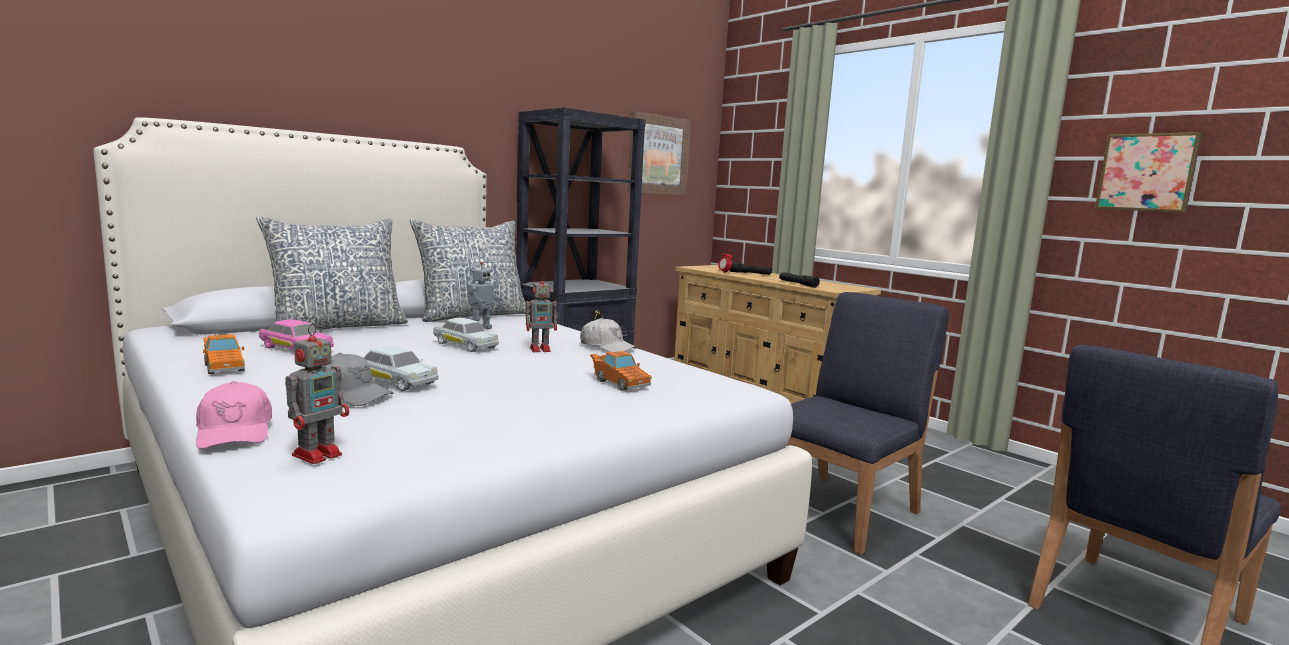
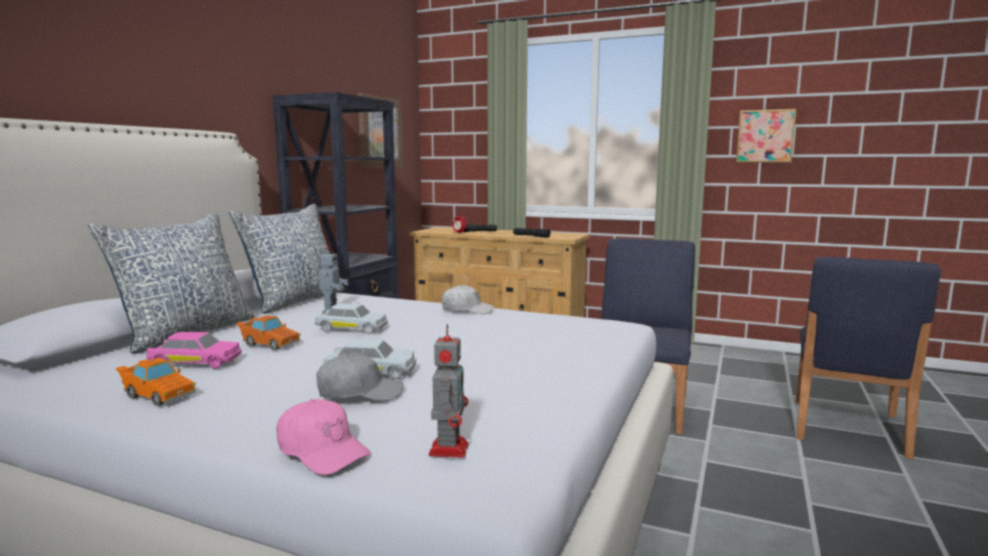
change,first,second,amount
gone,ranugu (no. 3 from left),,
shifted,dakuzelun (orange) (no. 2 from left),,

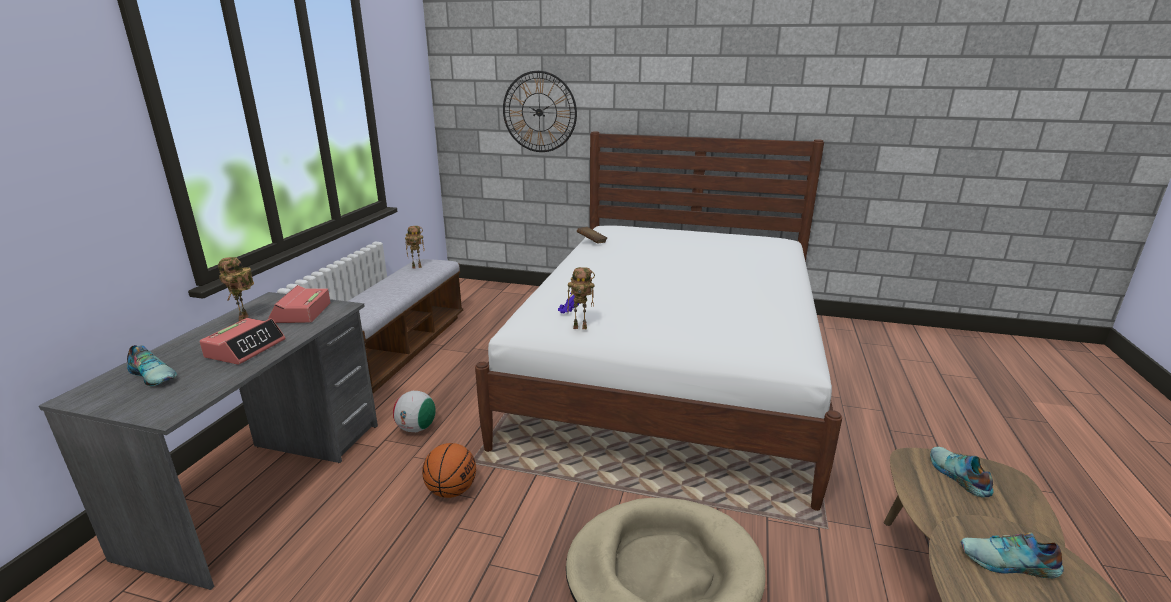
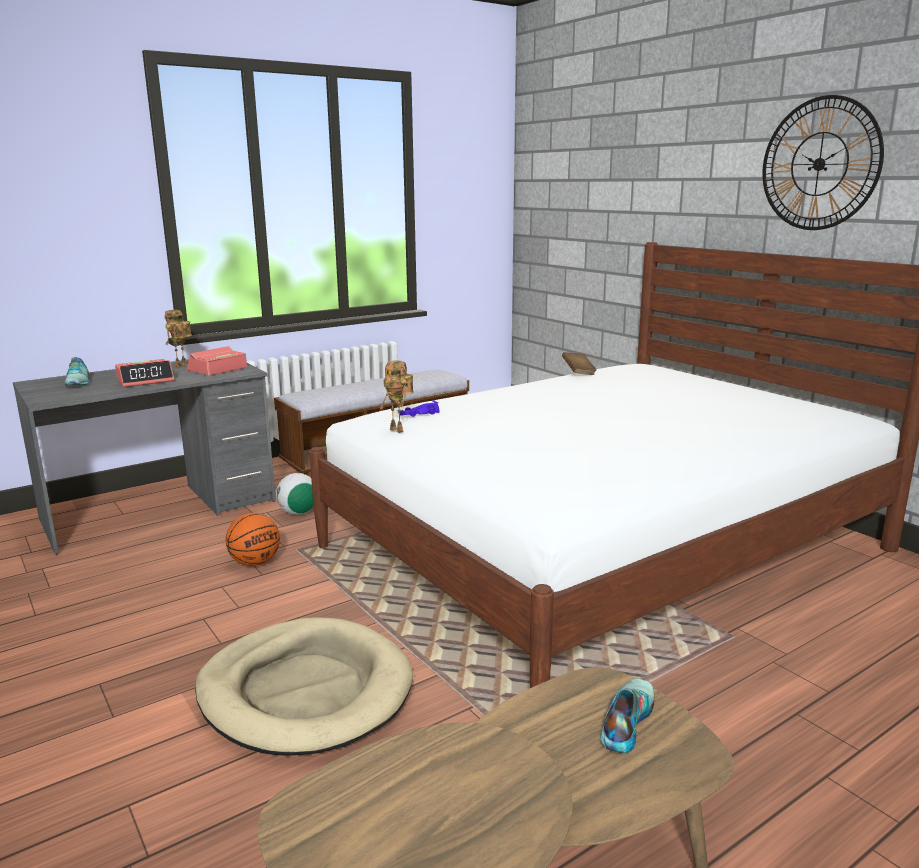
change,first,second,amount
gone,ranugu (no. 2 from left),,
gone,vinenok (no. 3 from left),,
shifted,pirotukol,,

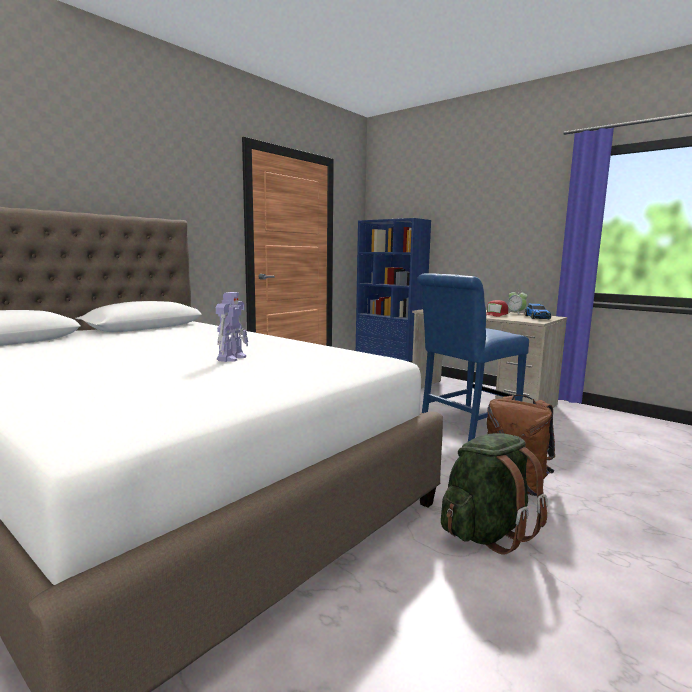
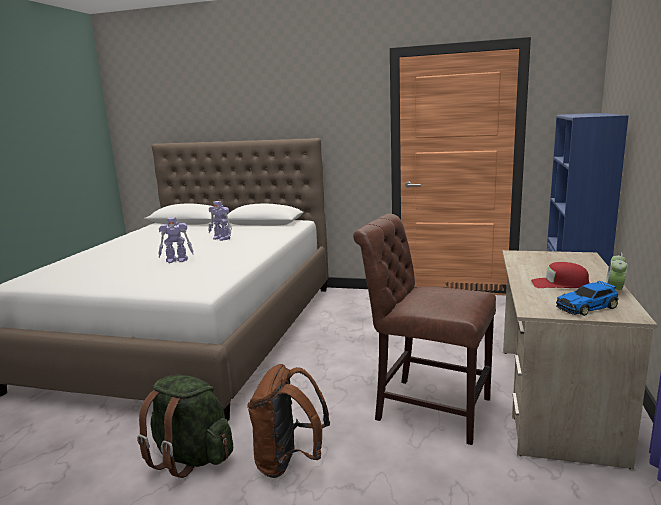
change,first,second,amount
new,,ranugu (no. 2 from left),
repainted,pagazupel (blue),pagazupel (brown),

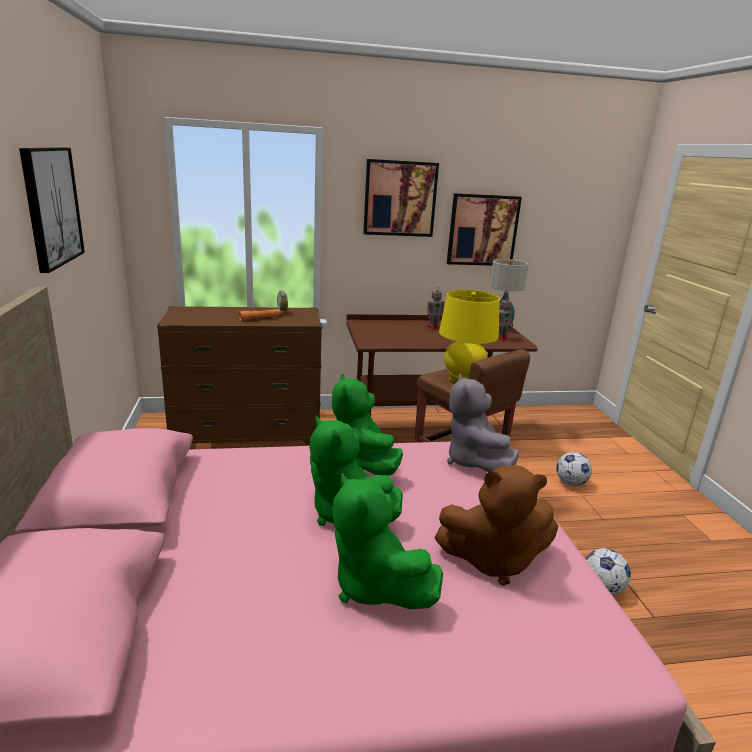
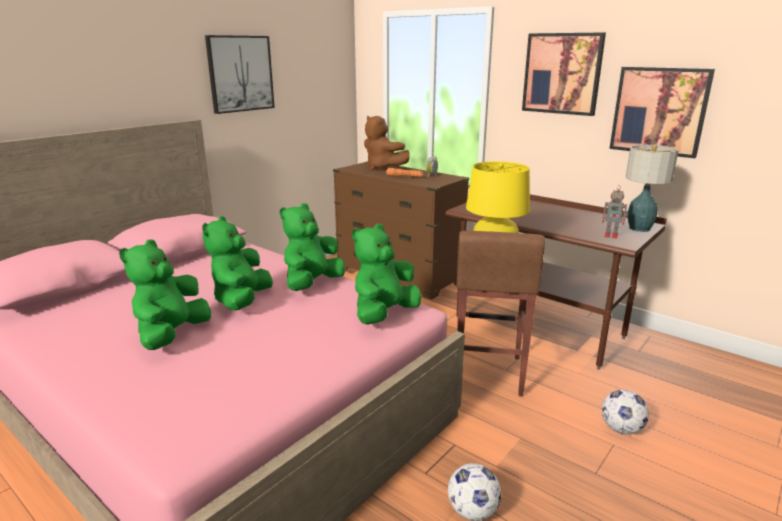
change,first,second,amount
gone,ranugu (no. 1 from left),,
shifted,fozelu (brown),,
repainted,fozelu (grey),fozelu (green) (no. 4 from left),

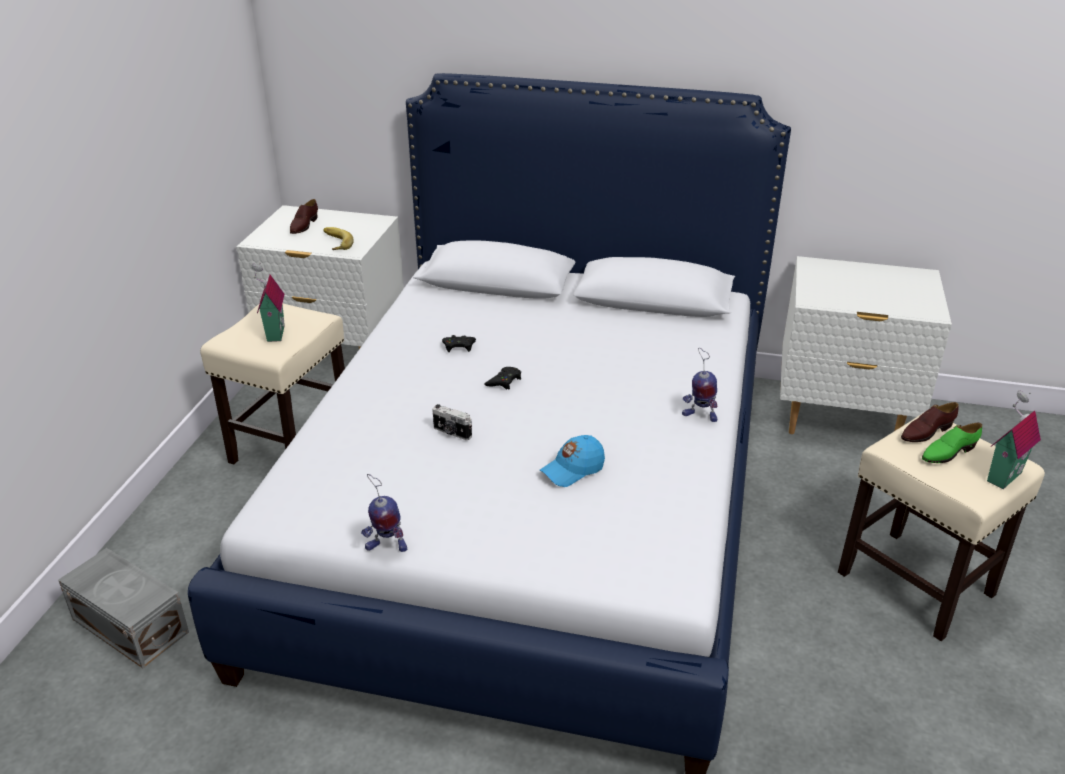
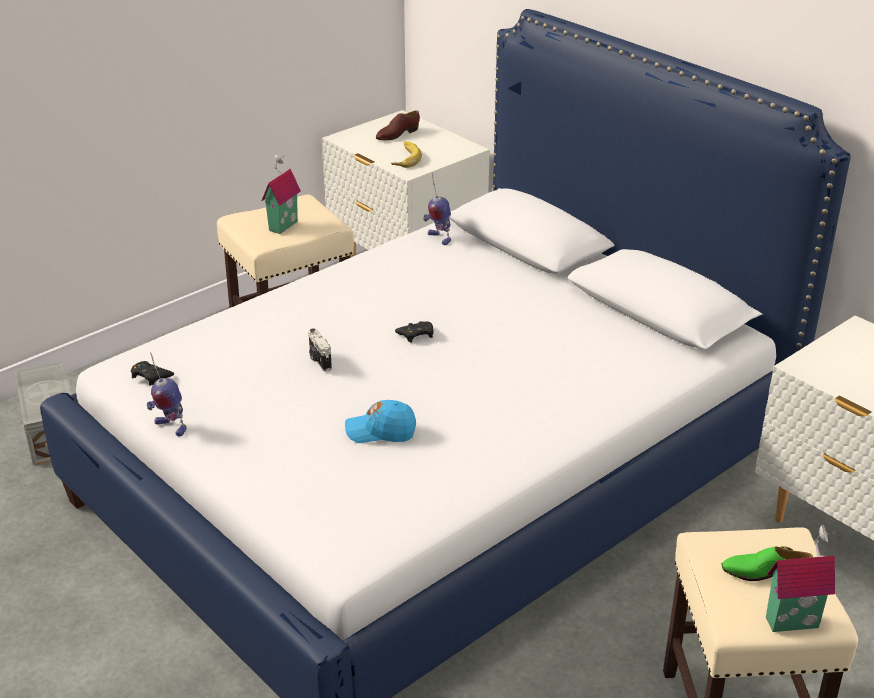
change,first,second,amount
gone,vinenok (brown) (no. 2 from left),,
shifted,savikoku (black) (no. 1 from left),,
shifted,ranugu (no. 2 from left),,

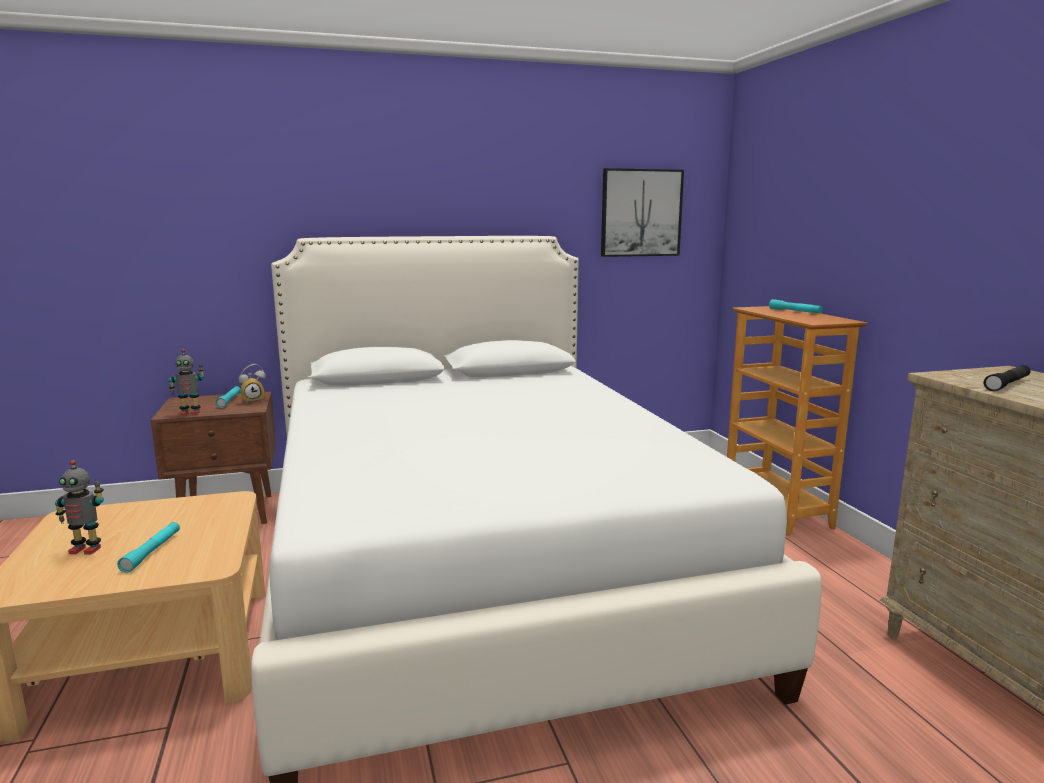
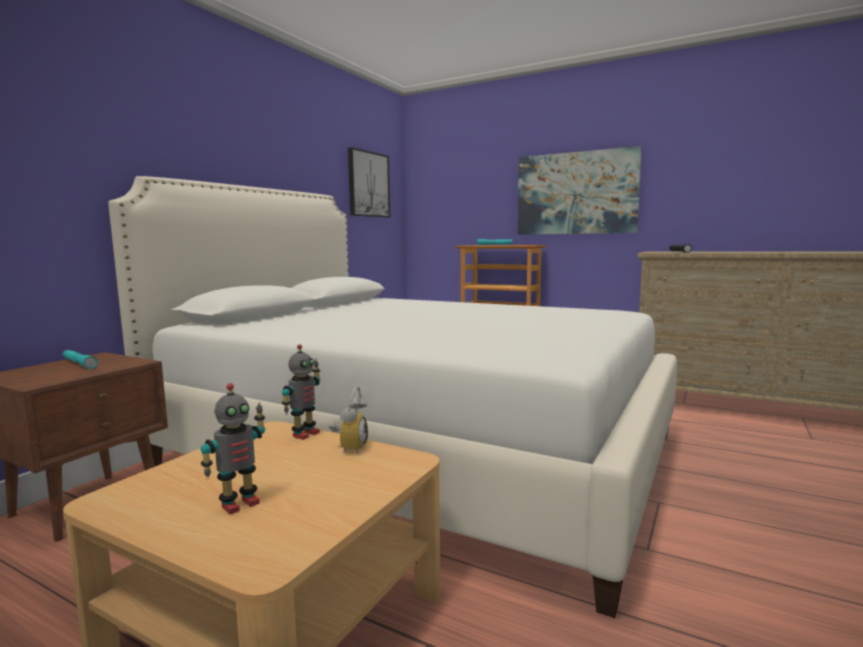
change,first,second,amount
gone,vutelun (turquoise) (no. 1 from left),,
new,,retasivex (no. 2 from left),
shifted,ranugu (no. 2 from left),,
shifted,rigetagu,,

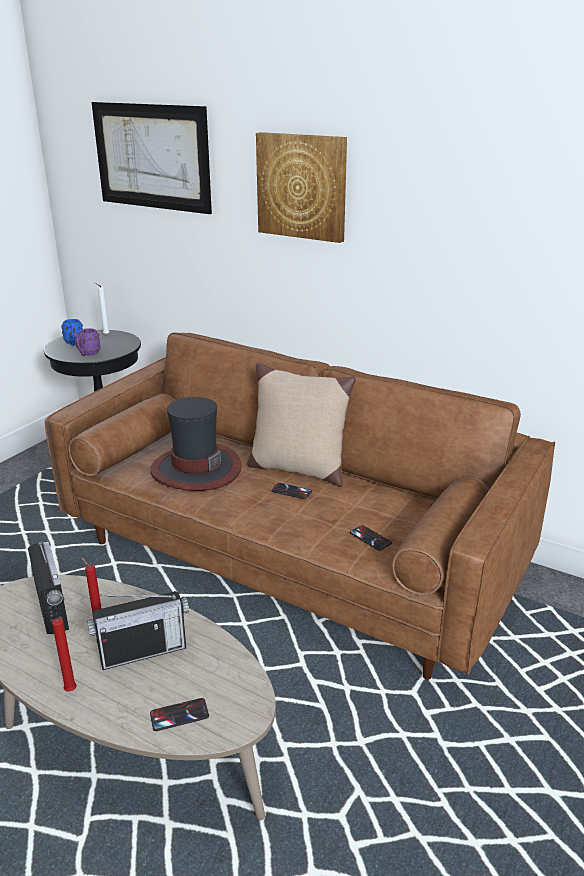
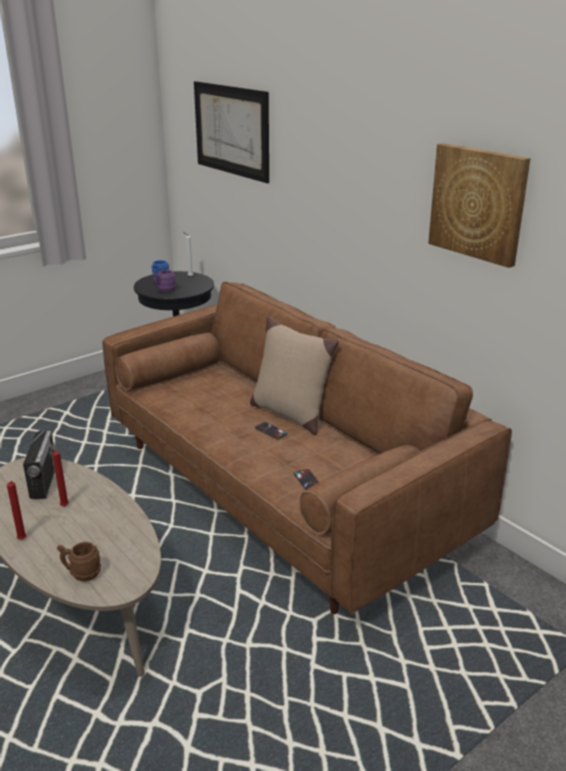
change,first,second,amount
gone,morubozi (no. 2 from left),,
gone,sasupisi,,
shifted,retasivex (no. 2 from left),,
swapped,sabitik (no. 1 from left),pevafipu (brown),

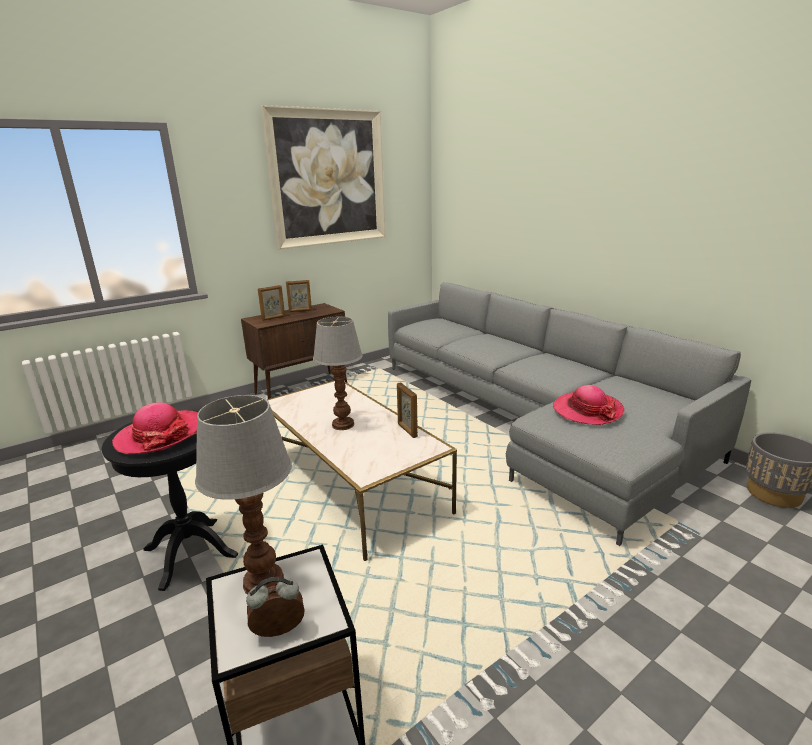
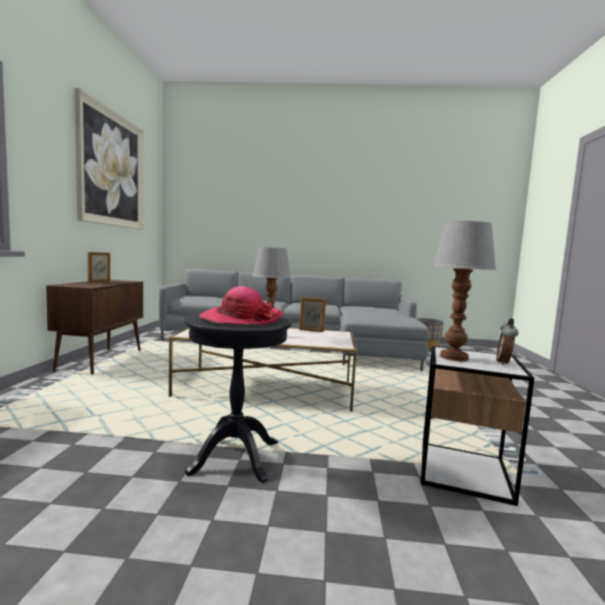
change,first,second,amount
gone,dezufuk (no. 1 from left),,
gone,sasupisi (no. 2 from left),,

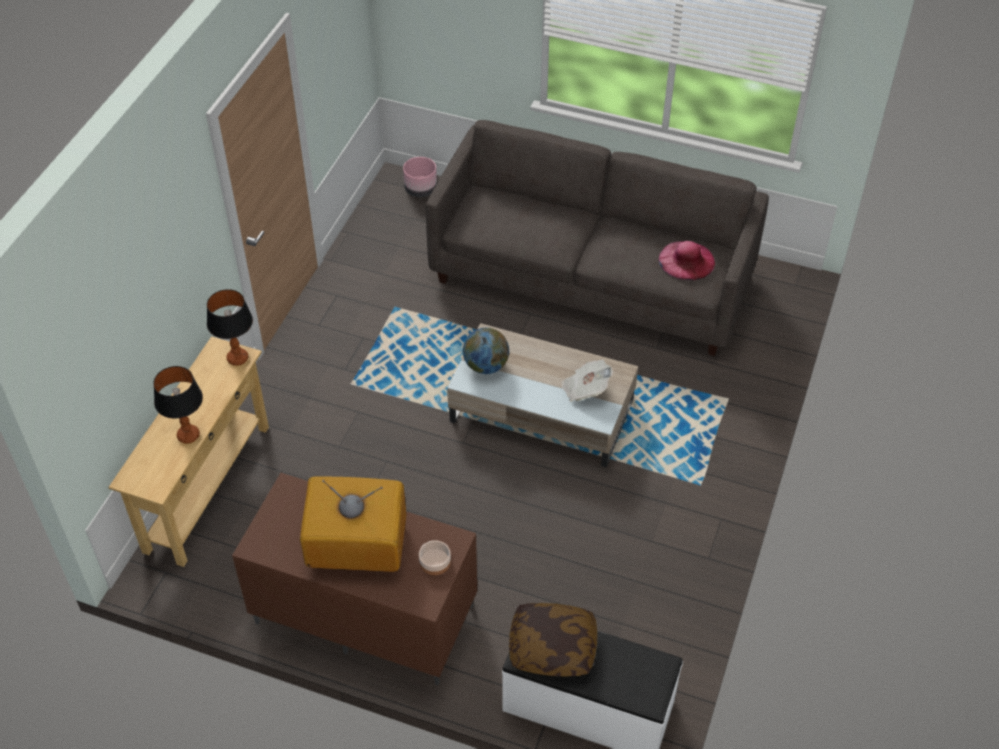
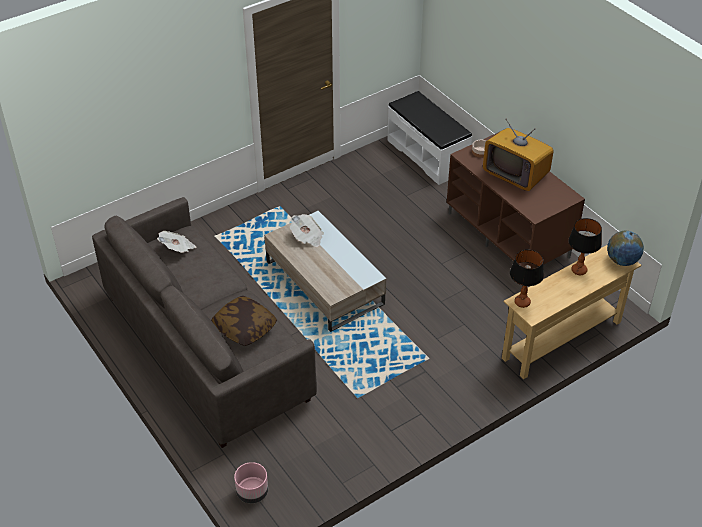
change,first,second,amount
shifted,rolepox,,
shifted,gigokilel,,
swapped,sasupisi (pink),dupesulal (no. 1 from left),

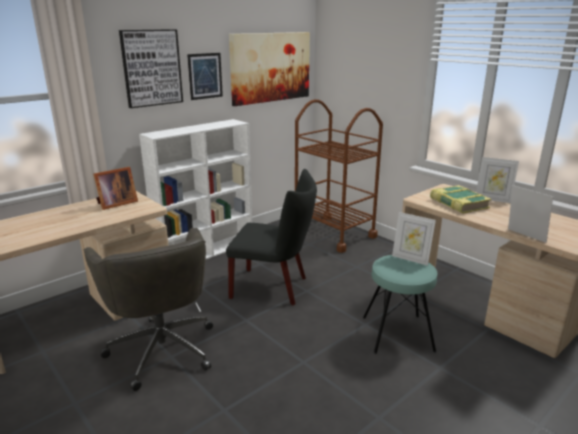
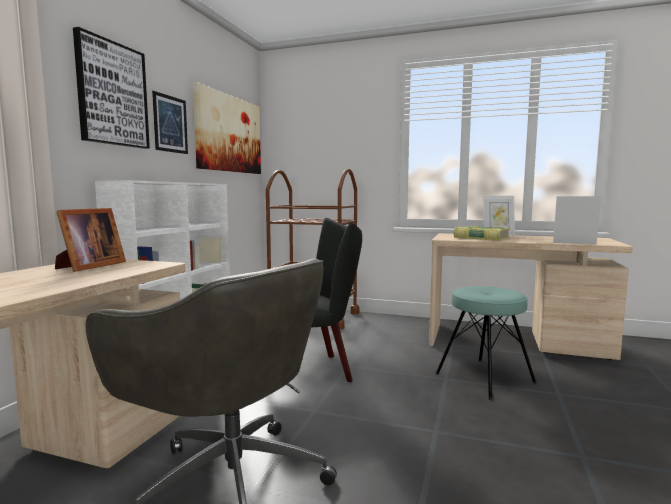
change,first,second,amount
gone,dezufuk (no. 2 from left),,

